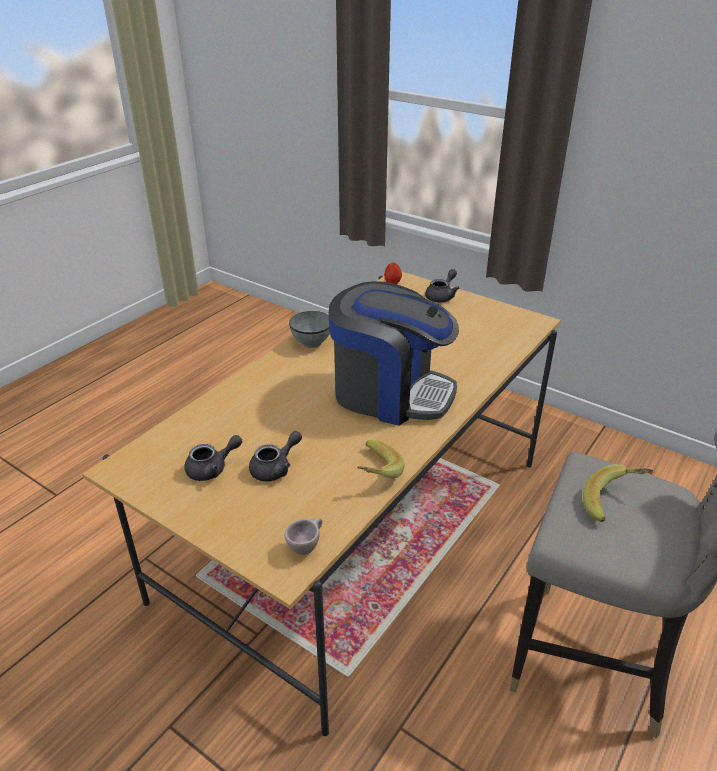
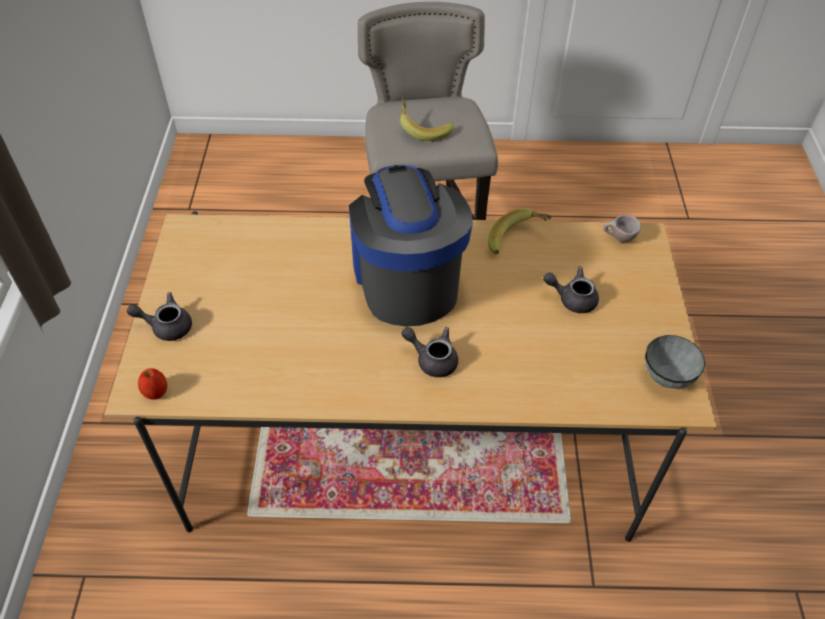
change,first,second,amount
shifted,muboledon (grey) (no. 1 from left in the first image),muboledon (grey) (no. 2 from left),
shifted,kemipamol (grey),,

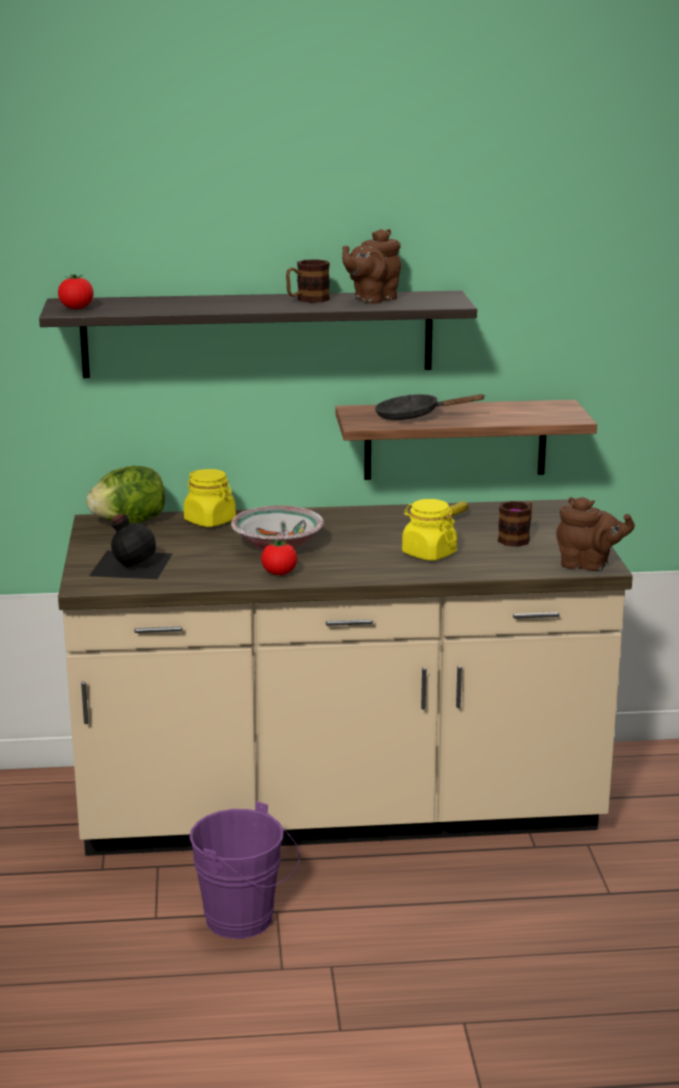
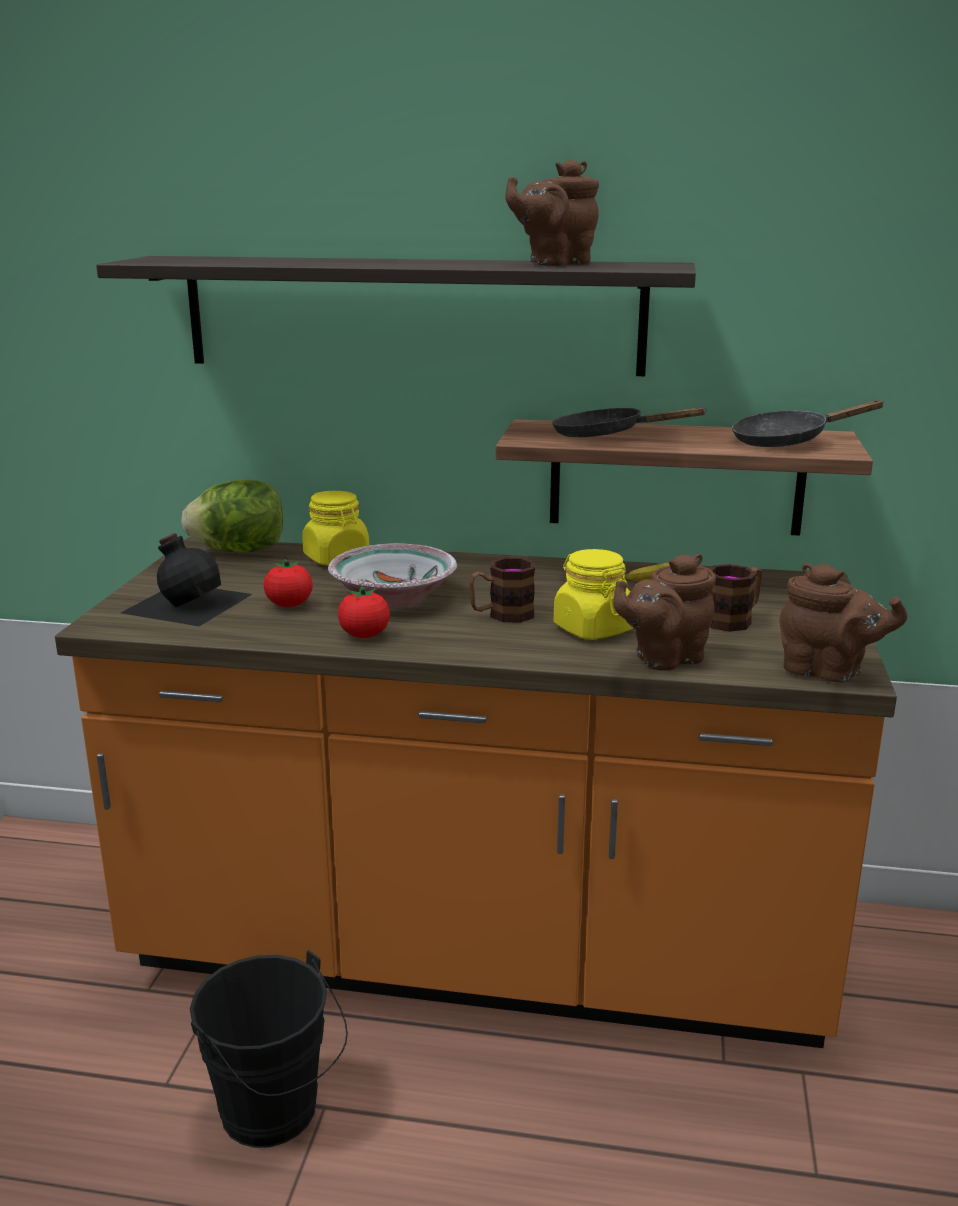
change,first,second,amount
new,,muboledon (brown) (no. 2 from left),
new,,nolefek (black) (no. 2 from left),
shifted,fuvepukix (no. 1 from left),,
shifted,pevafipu (no. 1 from left),,
repainted,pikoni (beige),pikoni (orange),
repainted,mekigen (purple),mekigen (black),

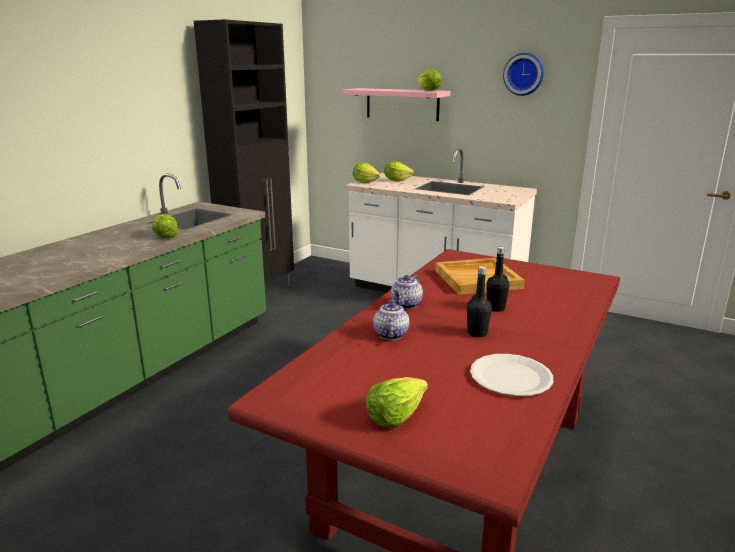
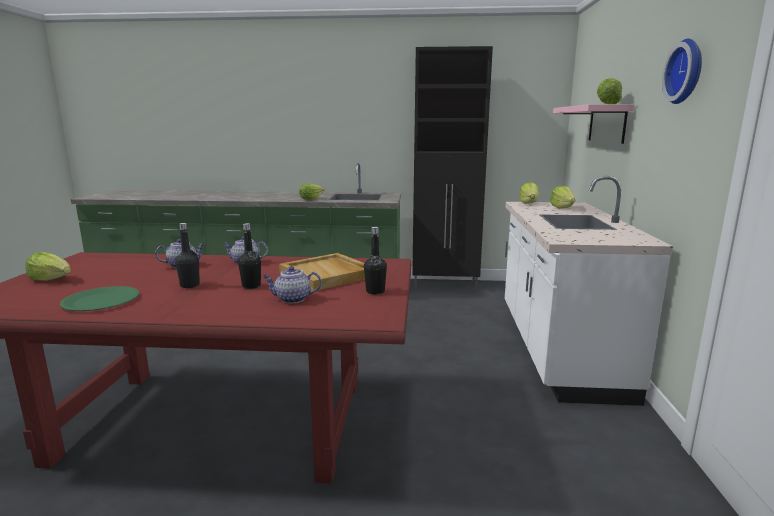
change,first,second,amount
new,,muboledon (no. 3 from left),
new,,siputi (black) (no. 3 from left),
repainted,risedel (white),risedel (green),

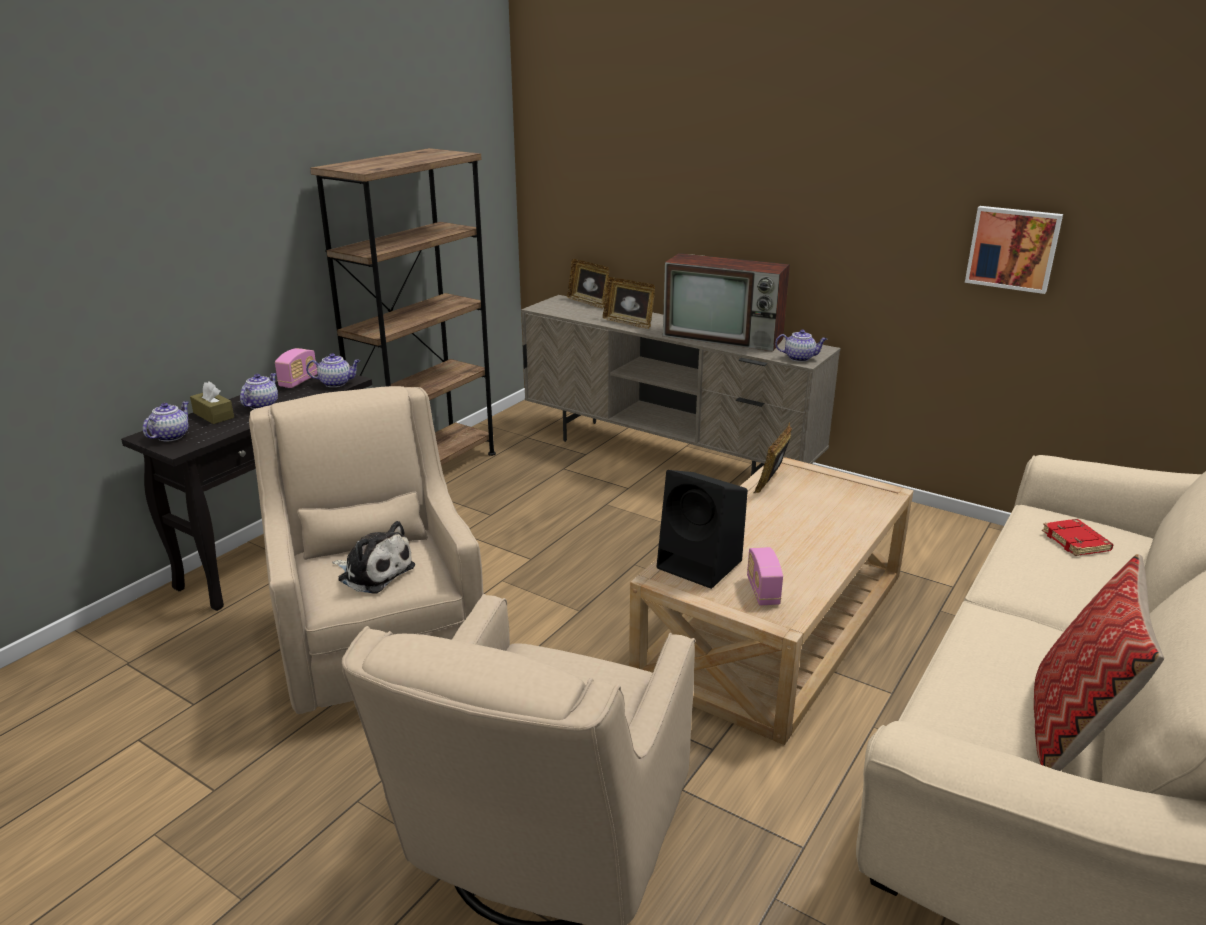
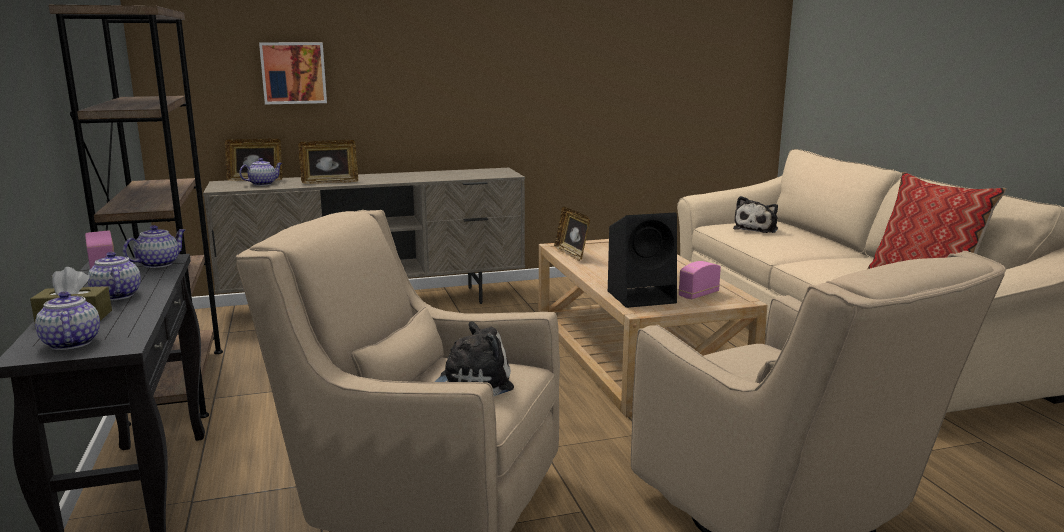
change,first,second,amount
gone,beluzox,,
shifted,muboledon (no. 4 from left),,
shifted,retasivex,,
swapped,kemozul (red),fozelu (no. 2 from left),
rotated,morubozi (no. 2 from left),,105 degrees clockwise

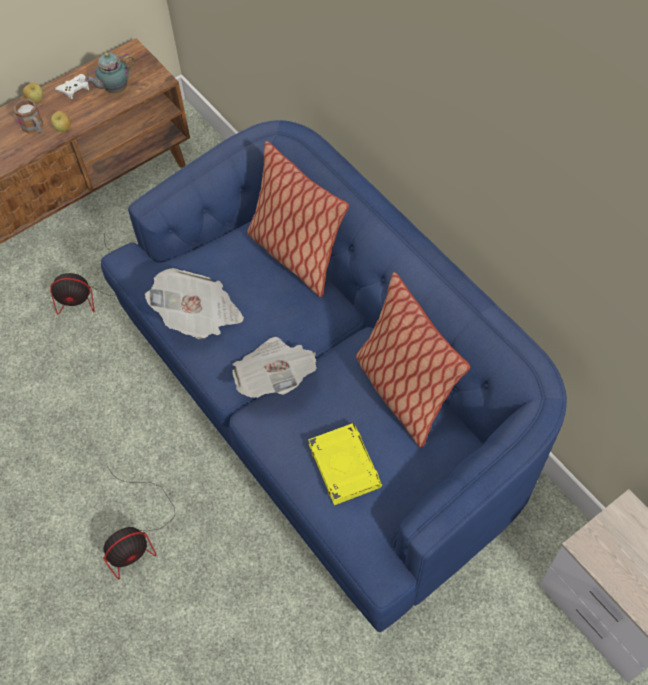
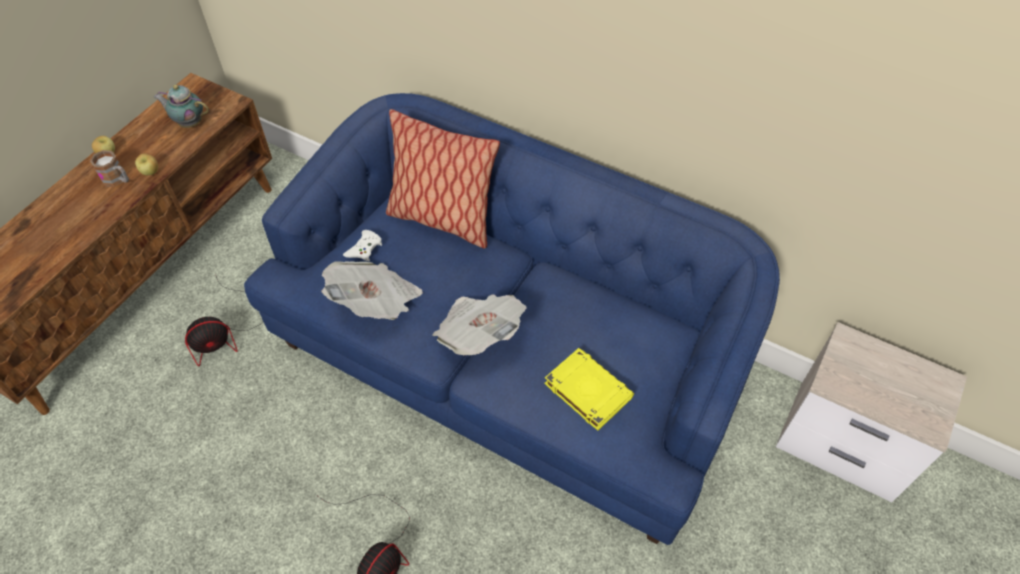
change,first,second,amount
gone,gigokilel (no. 2 from left),,
shifted,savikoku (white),,
rotated,muboledon,,75 degrees clockwise

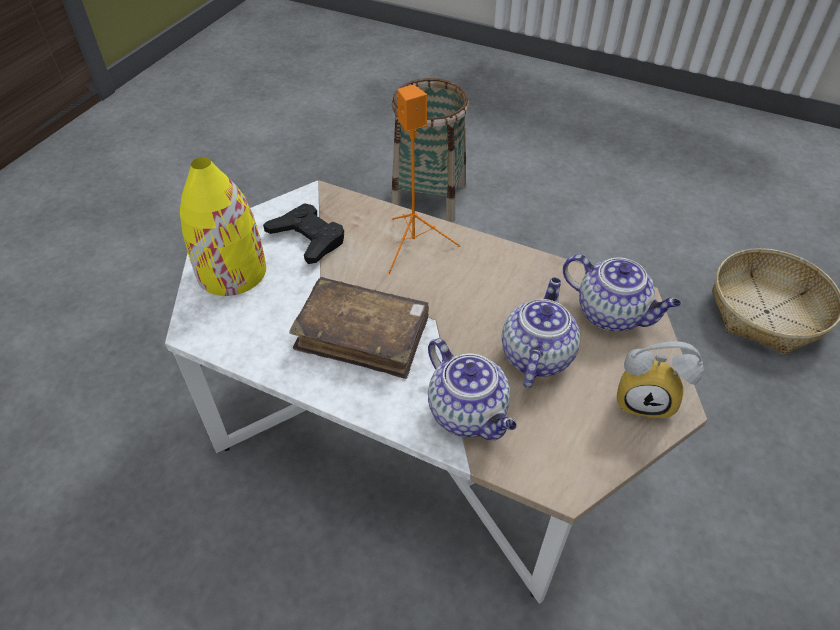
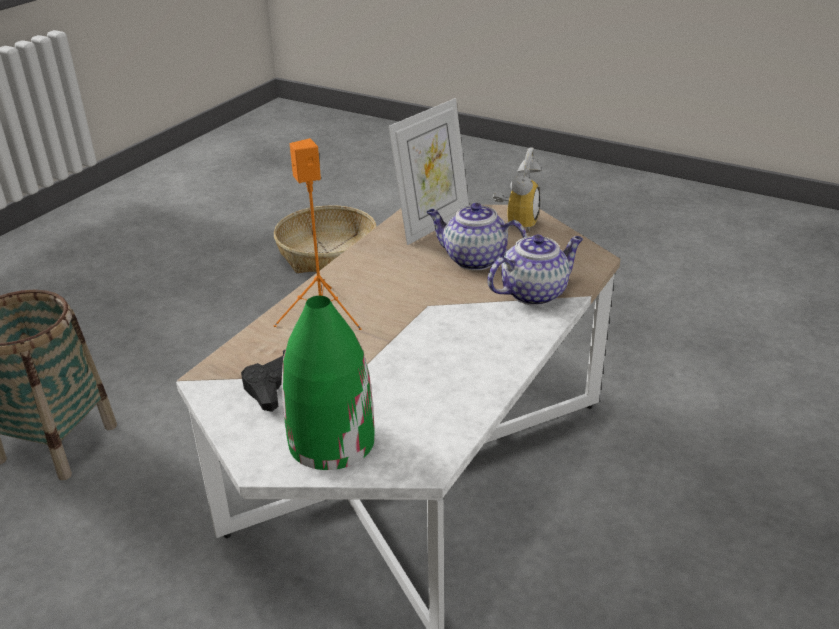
change,first,second,amount
gone,kemozul (brown),,
swapped,muboledon (no. 3 from left),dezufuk,
repainted,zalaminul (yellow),zalaminul (green),

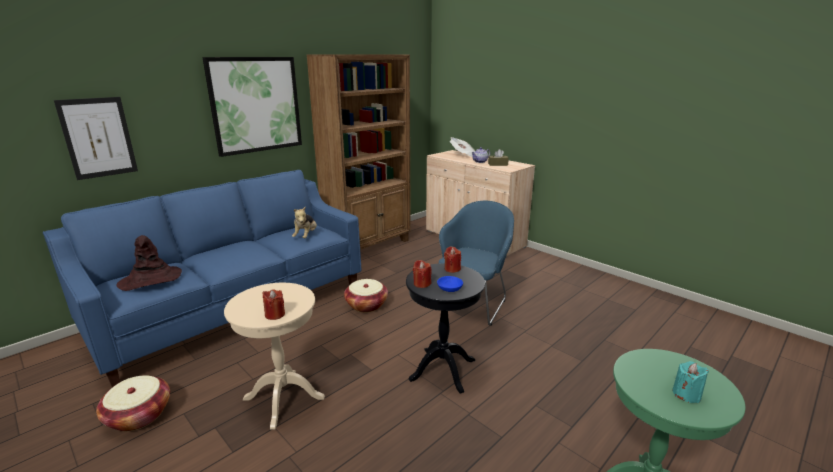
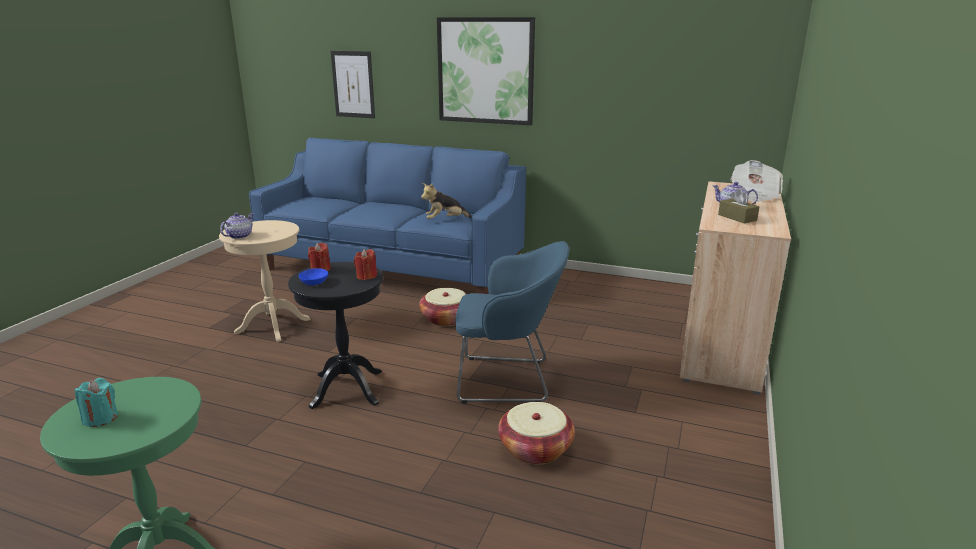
change,first,second,amount
gone,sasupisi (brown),,
gone,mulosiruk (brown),,
shifted,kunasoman (no. 1 from left in the first image),kunasoman (no. 2 from left),
swapped,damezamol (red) (no. 1 from left),muboledon (no. 1 from left),

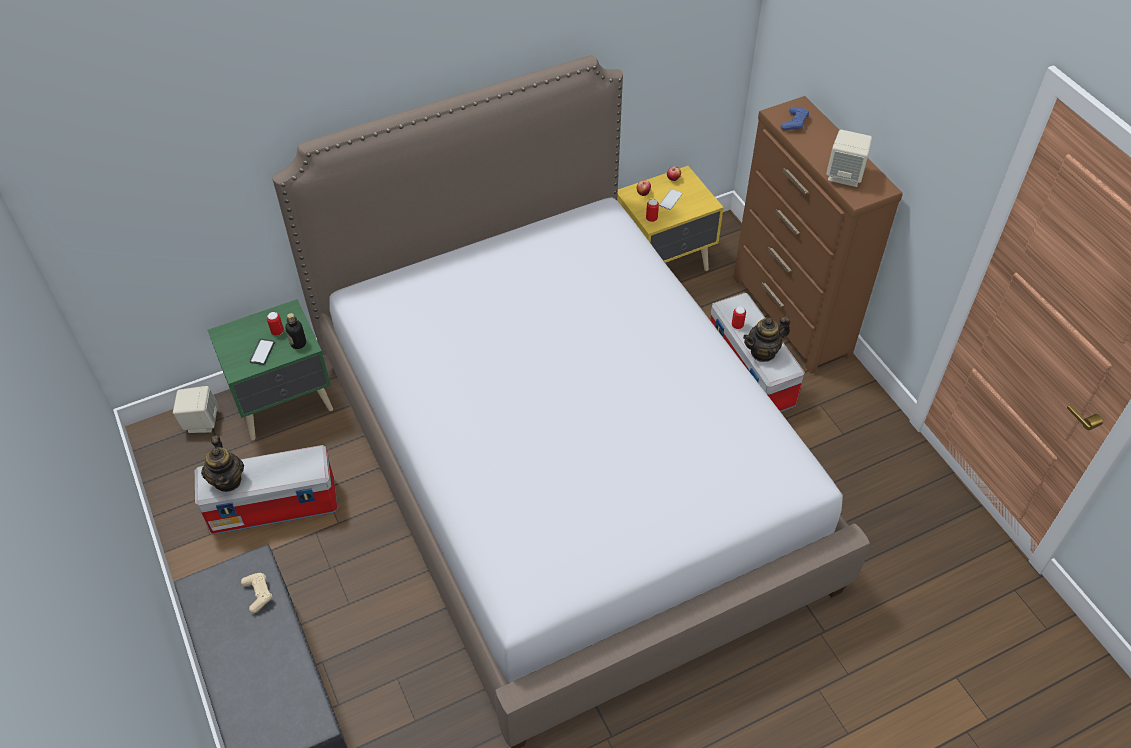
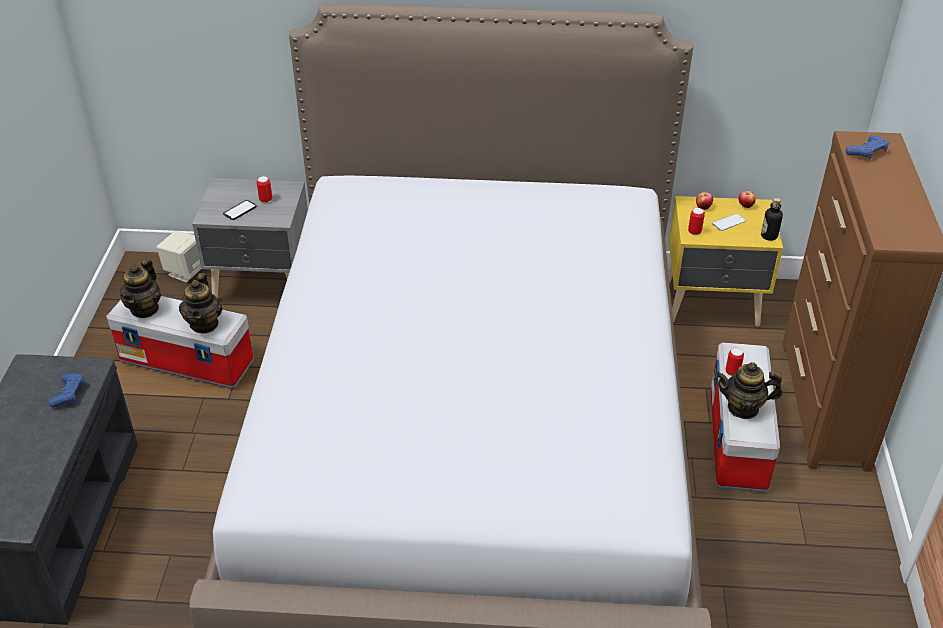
change,first,second,amount
gone,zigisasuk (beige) (no. 2 from left),,
new,,muboledon (no. 2 from left),
shifted,siputi,,
repainted,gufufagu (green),gufufagu (grey),
repainted,savikoku (beige),savikoku (blue) (no. 1 from left),

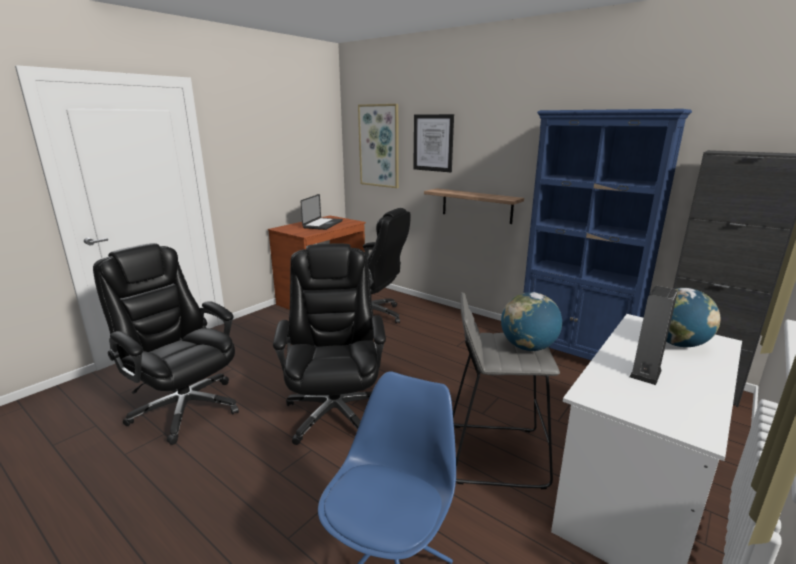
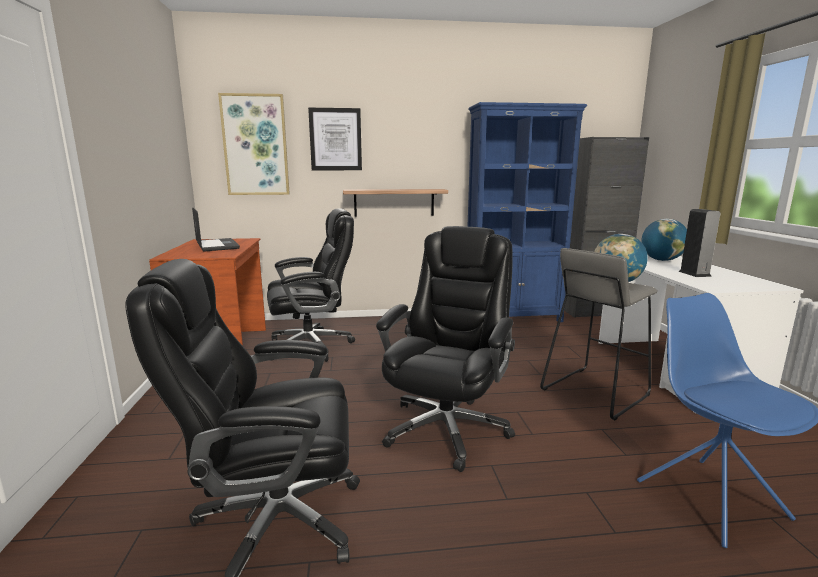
change,first,second,amount
rotated,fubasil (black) (no. 2 from left in the first image),fubasil (black) (no. 3 from left),75 degrees clockwise

